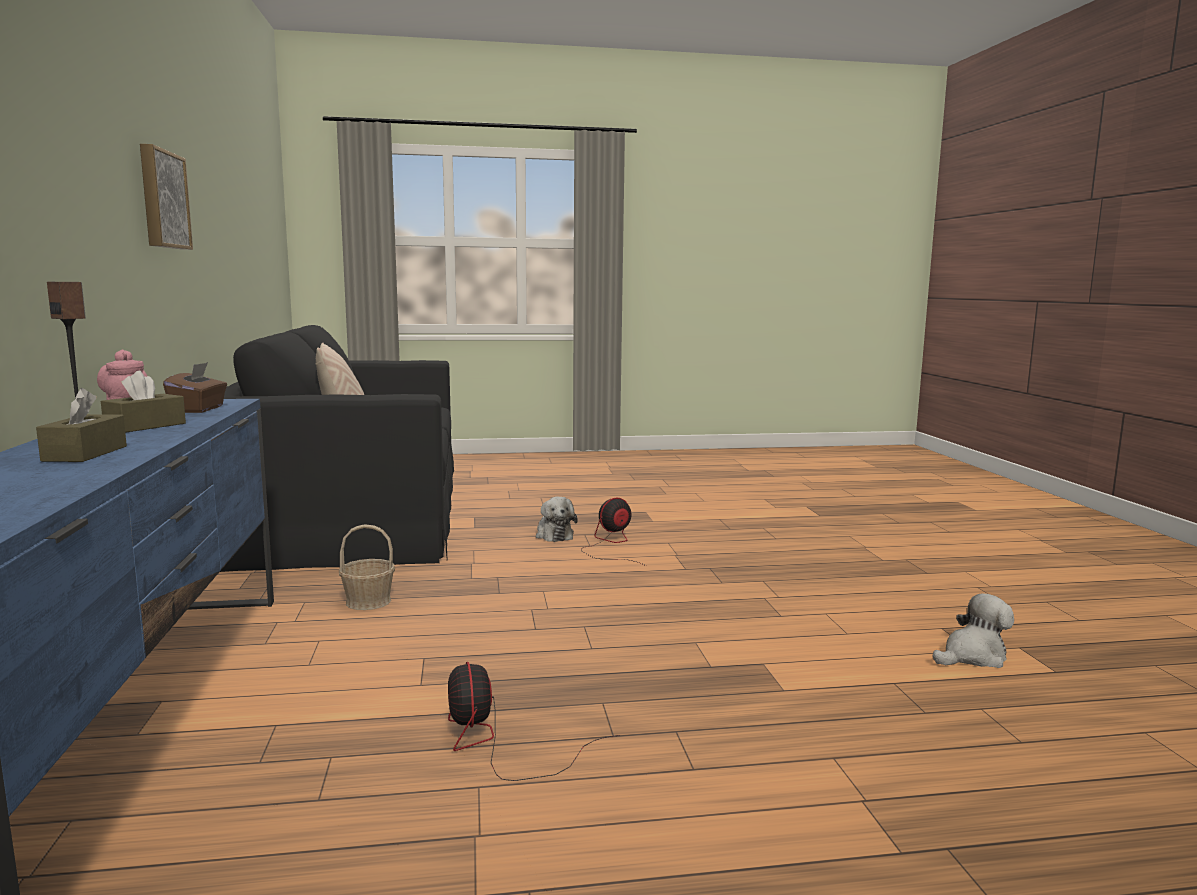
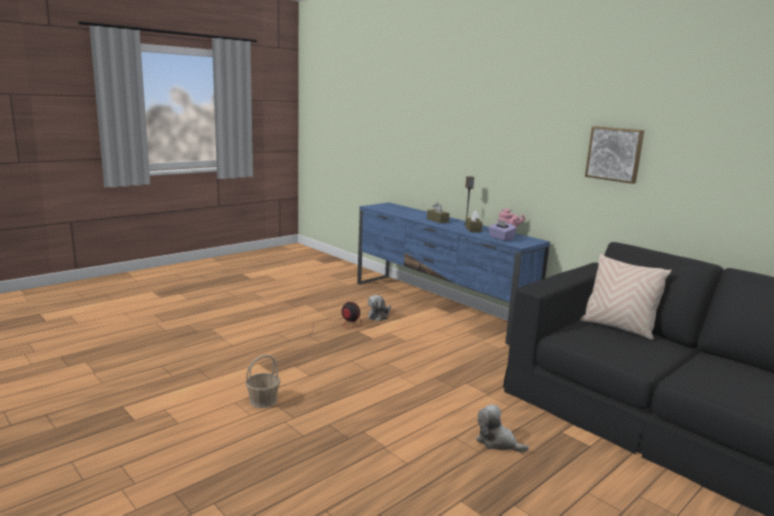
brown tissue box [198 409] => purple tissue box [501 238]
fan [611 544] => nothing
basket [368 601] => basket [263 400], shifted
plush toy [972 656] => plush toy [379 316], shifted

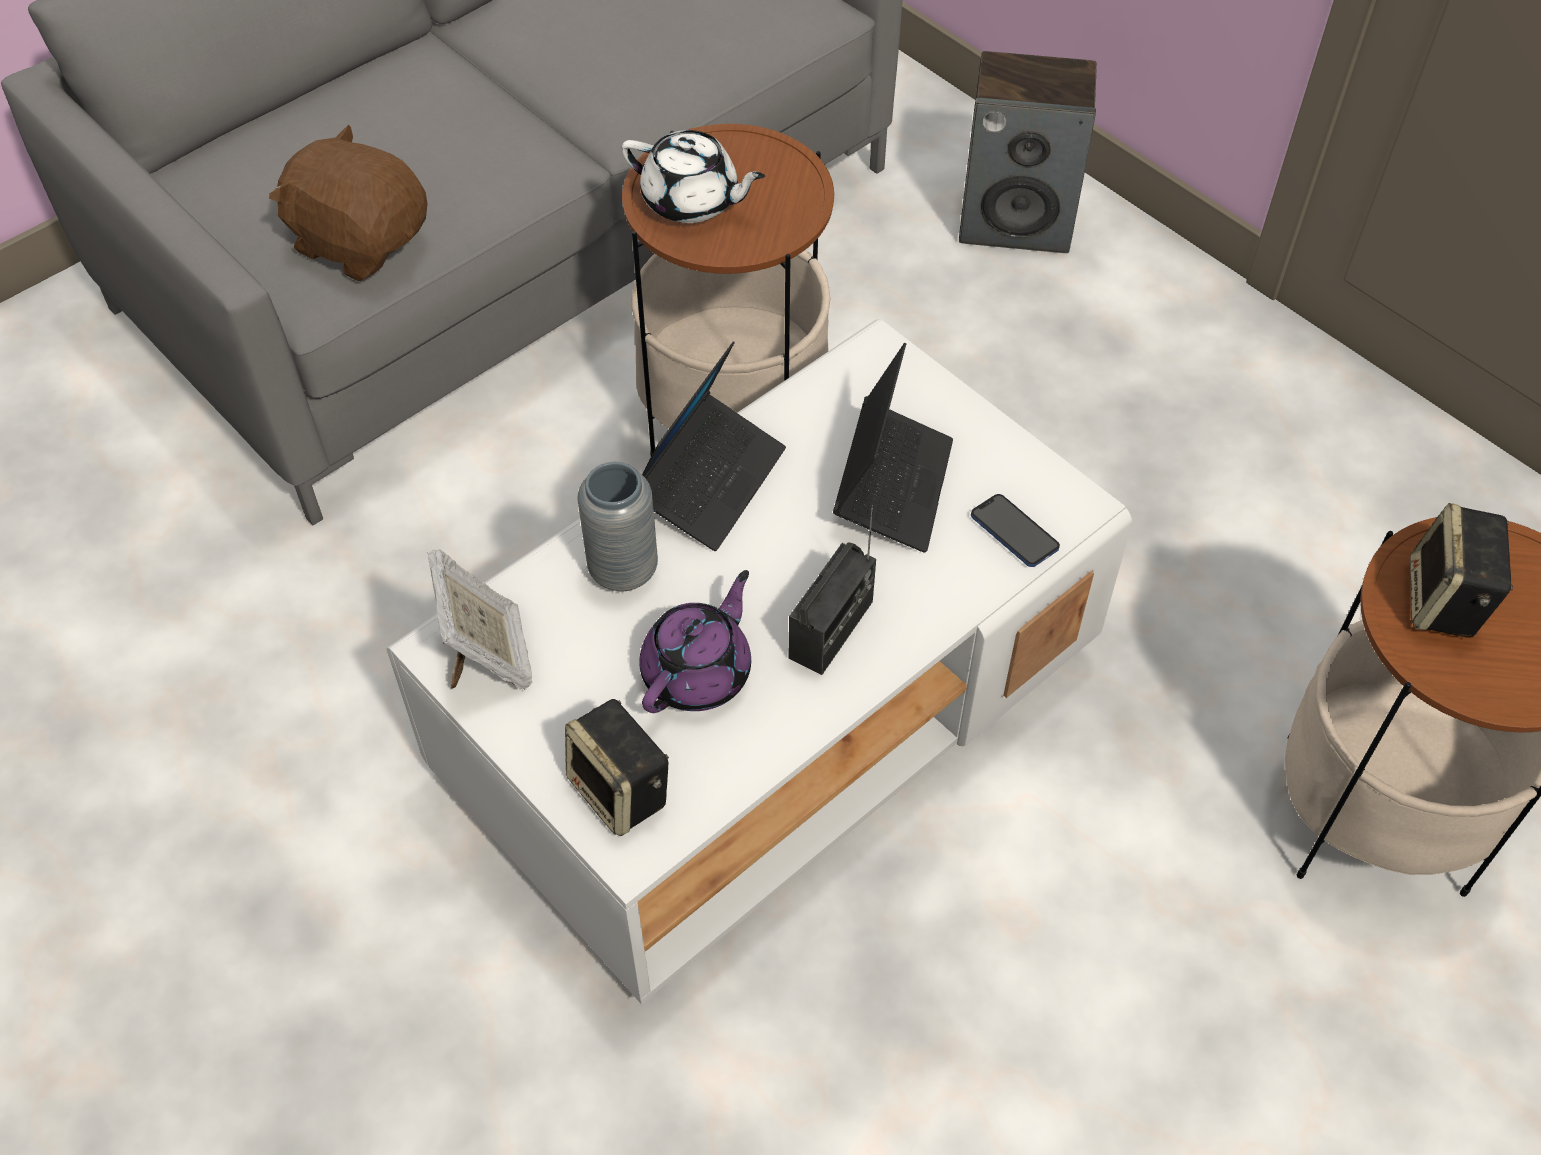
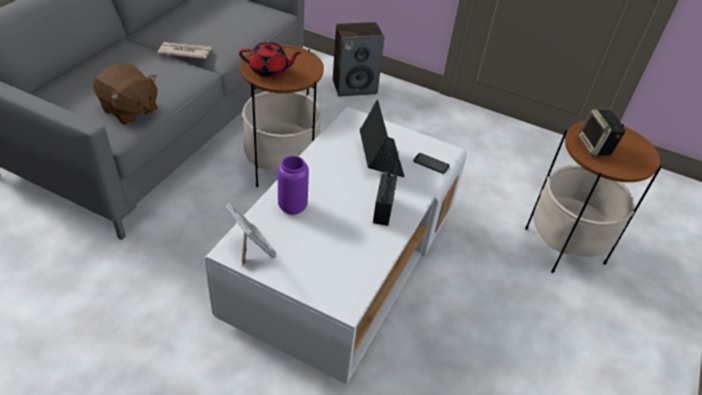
brown plush toy [361 241] => brown plush toy [129 110], 150 degrees counterclockwise
white teapot [692 201] => red teapot [269 70]
laptop [710 481] => nothing
grey vase [623 570] => purple vase [292 207]
purple teapot [698 672] => nothing
speaker [622 791] => nothing
nothing => newspaper [184 52]

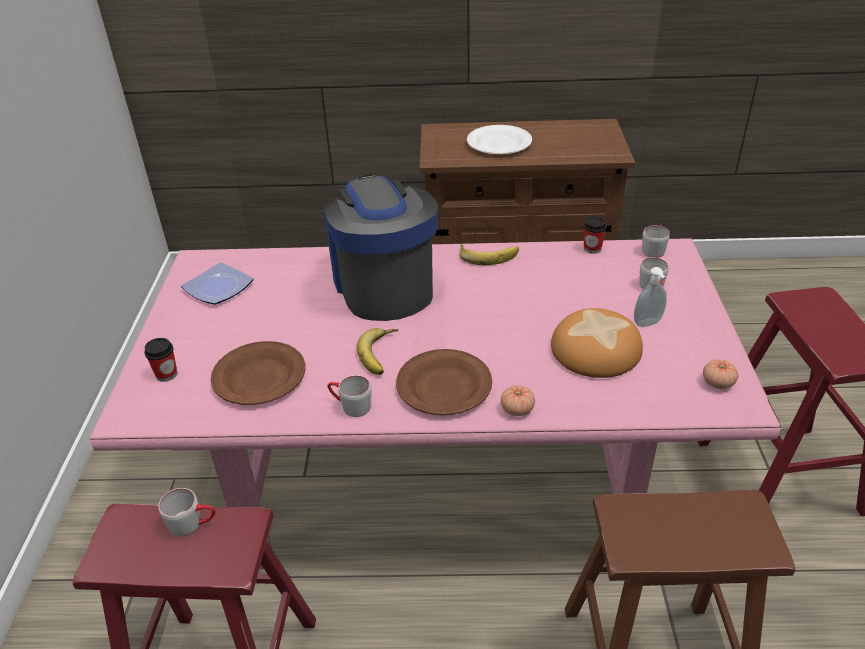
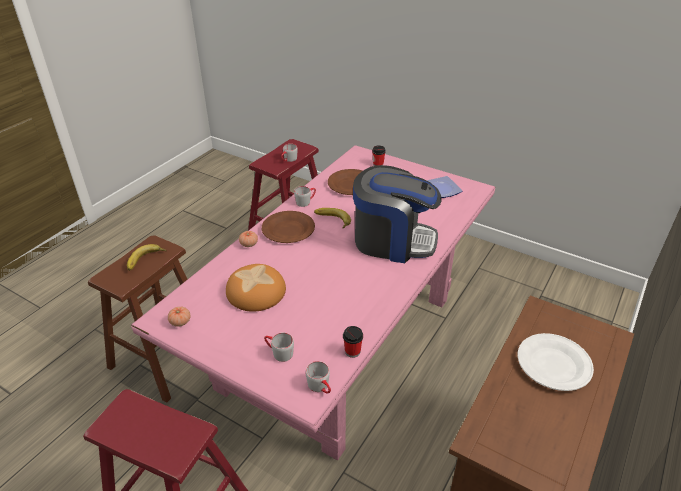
banana [488 255] => banana [146 260], shifted
soap dispenser [648 324] => nothing

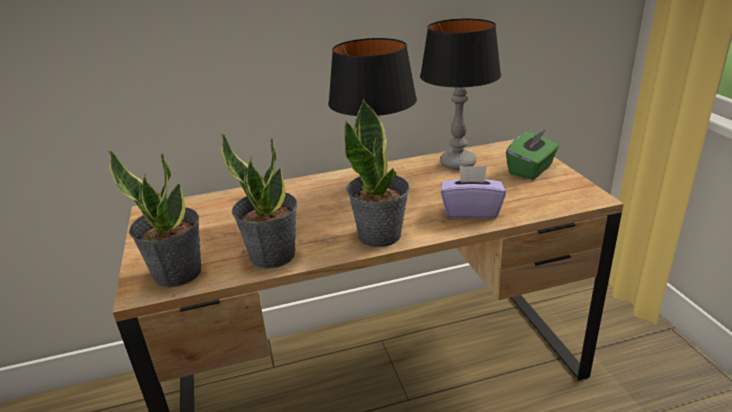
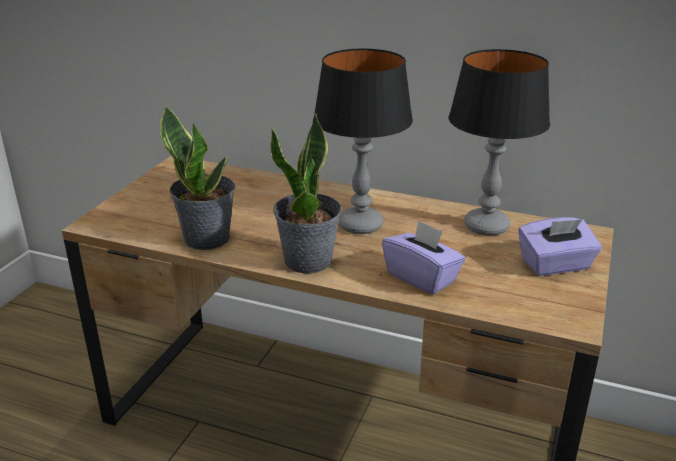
green tissue box [531 169] => purple tissue box [555 265]
potted plant [177 272] => nothing

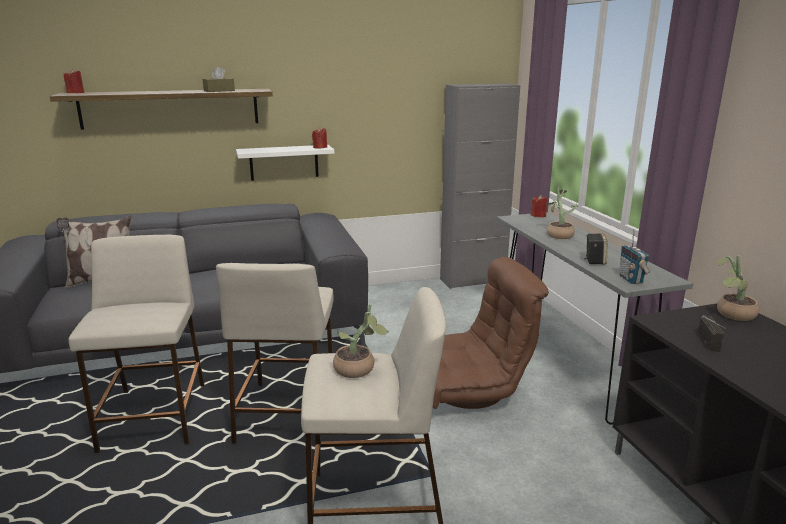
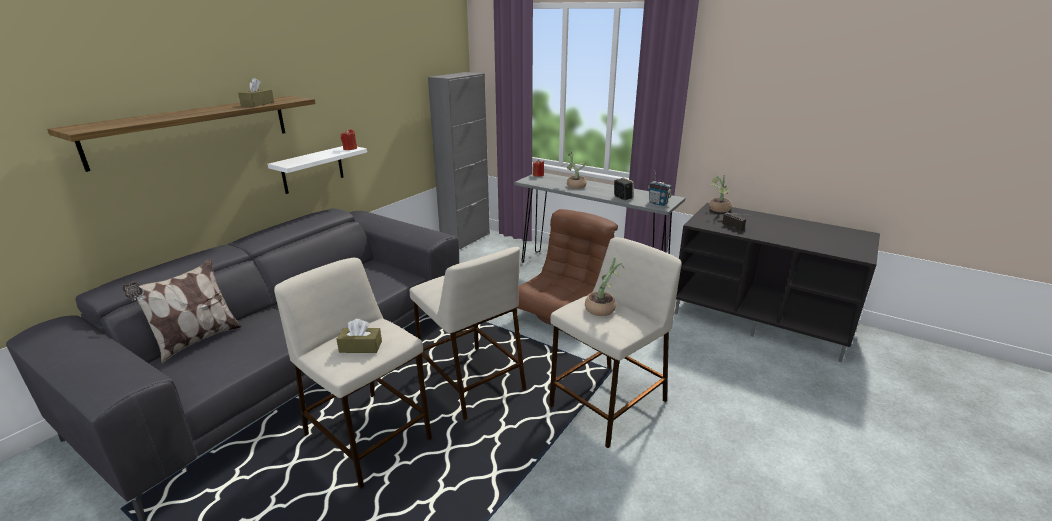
red candle [75 93] => nothing
nothing => brown tissue box [360 347]

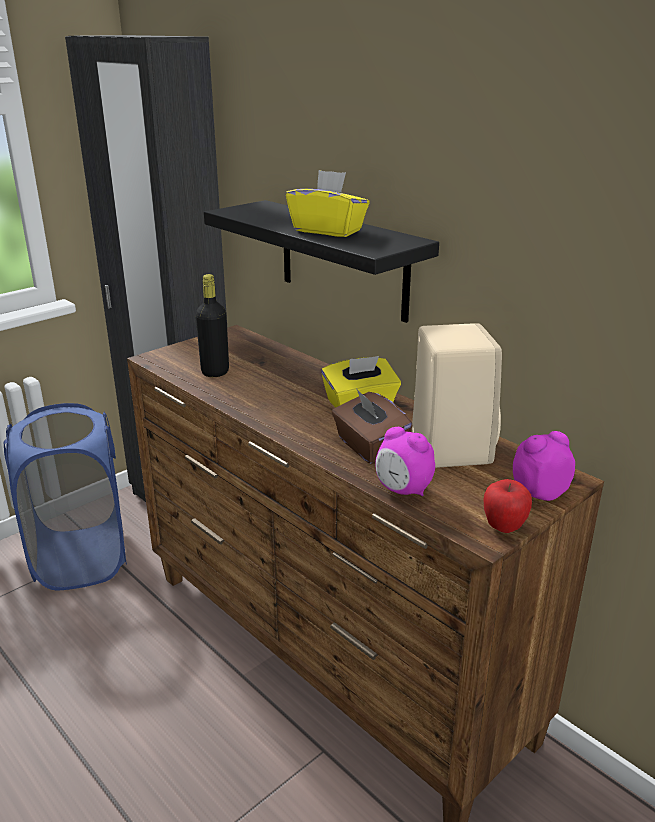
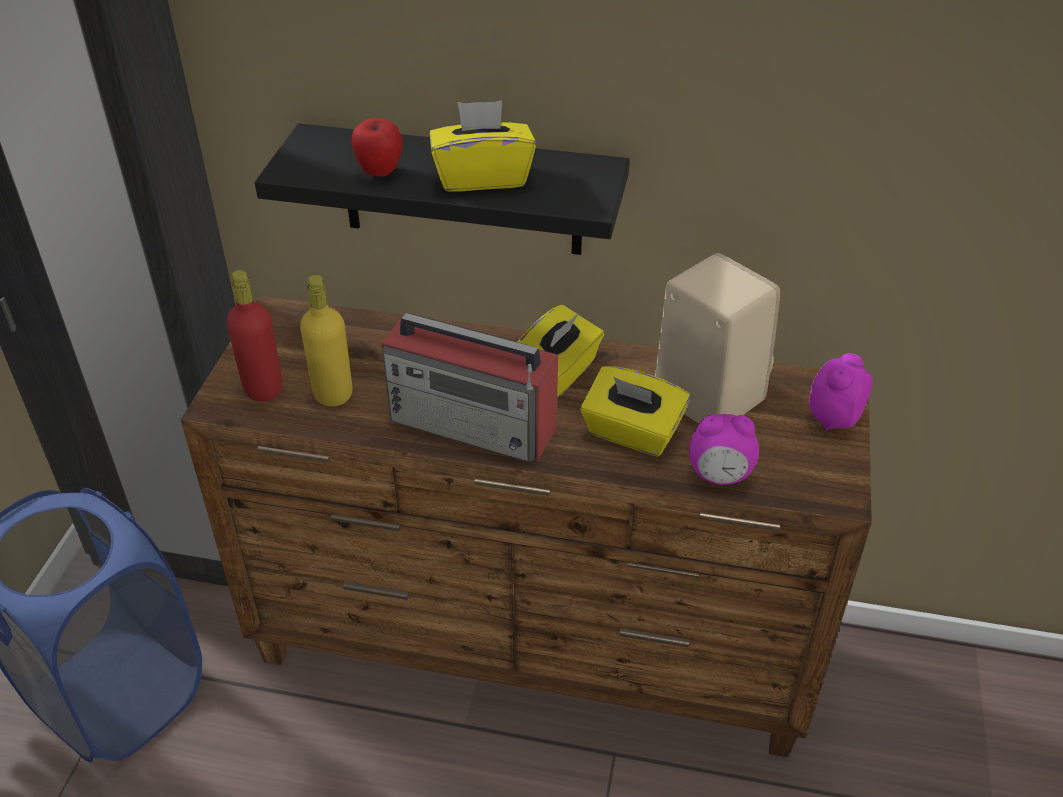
black bottle [215 372] => yellow bottle [333 394]
brown tissue box [369 447] => yellow tissue box [632 433]
apple [504 527] => apple [380 172], shifted
nothing => red bottle [263 389]
nothing => radio [474 424]

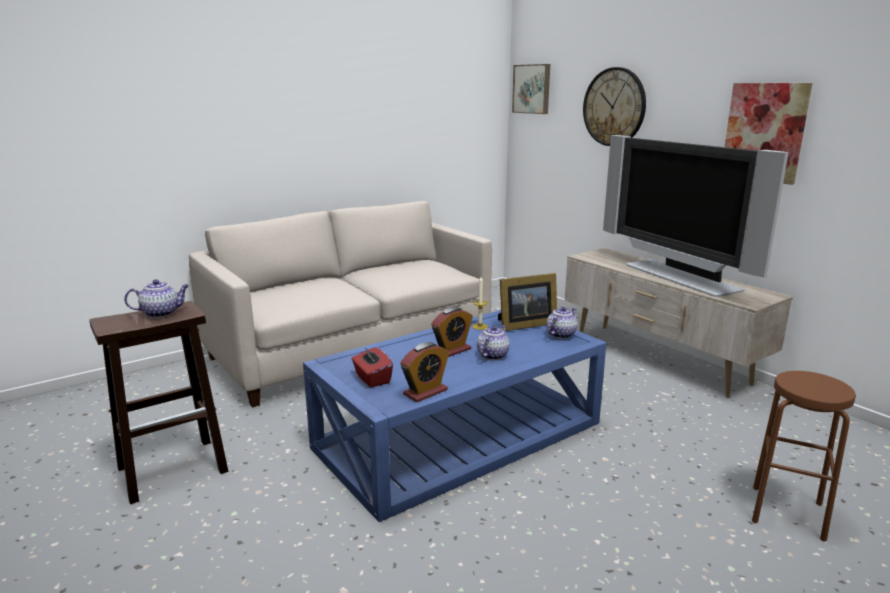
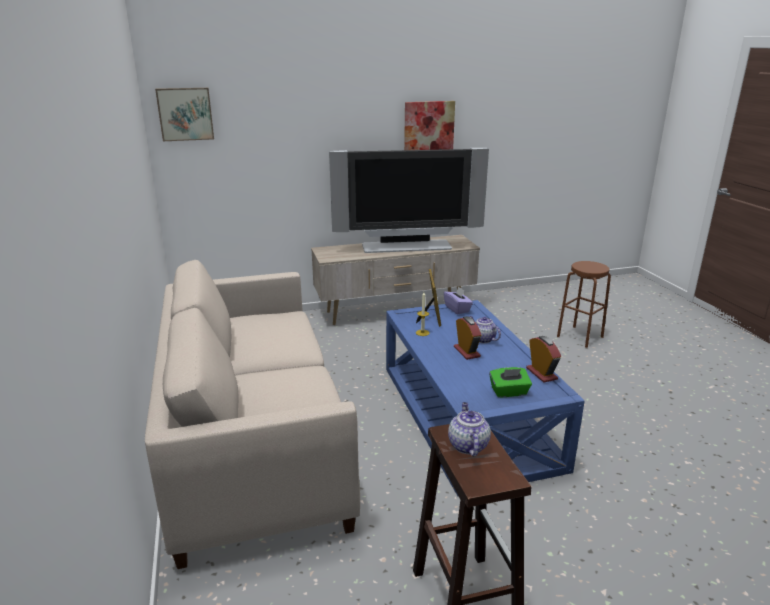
wall clock [614 107] => nothing
teapot [561 334] => purple tissue box [457 309]
red tissue box [372 379] => green tissue box [509 392]

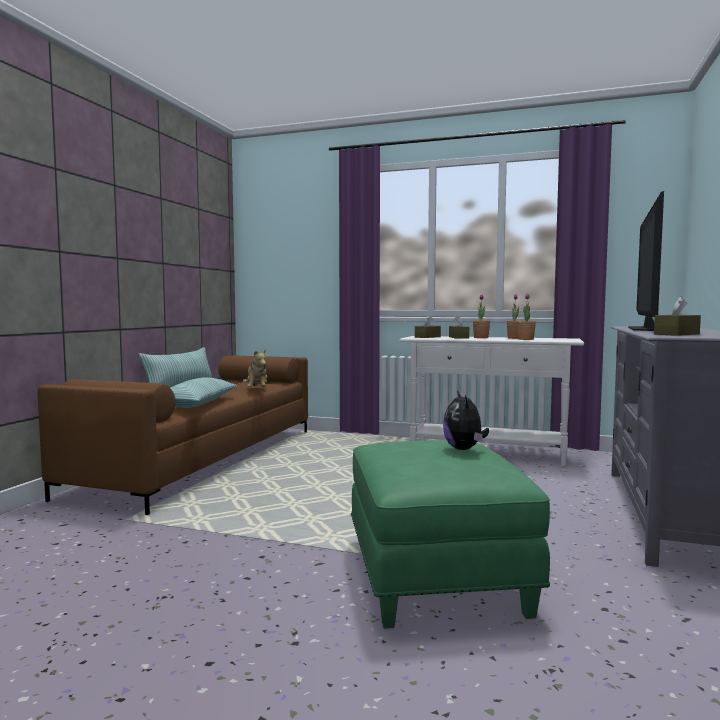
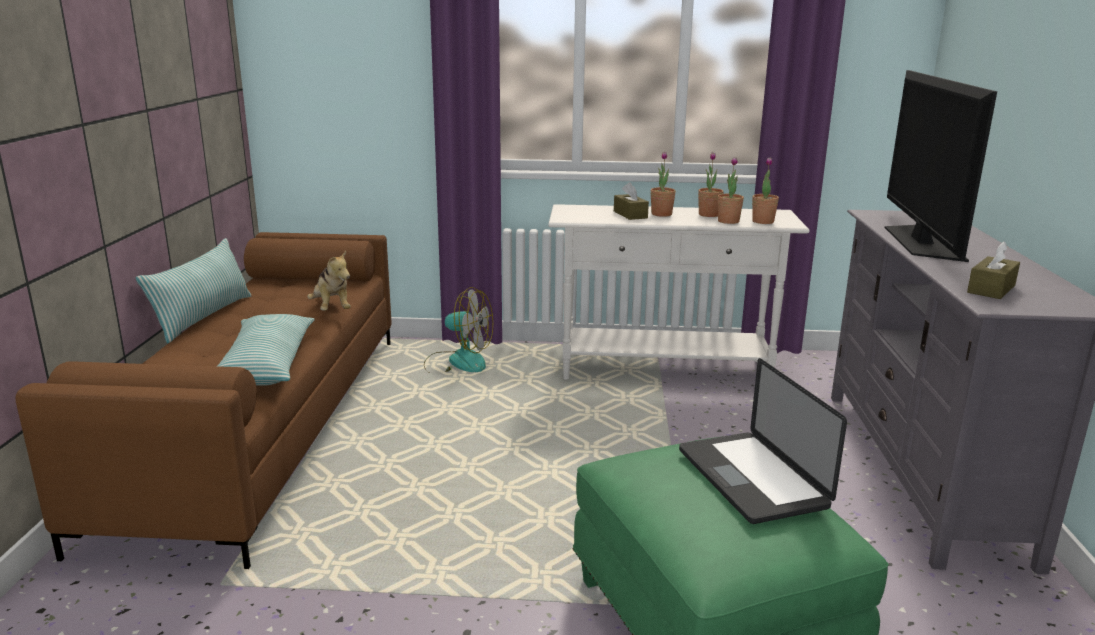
brown tissue box [427 337] => nothing
plush toy [464 449] => laptop [751 478]
nothing => potted plant [763 221]
nothing => fan [457 362]

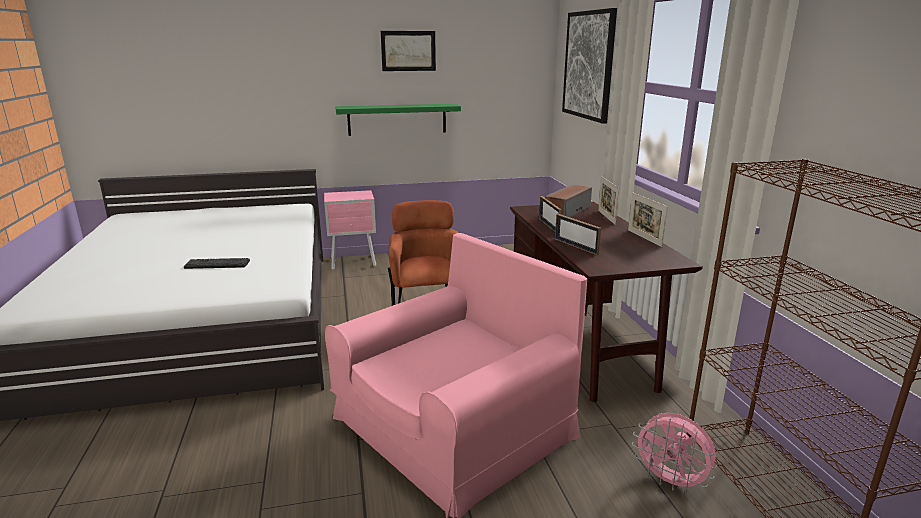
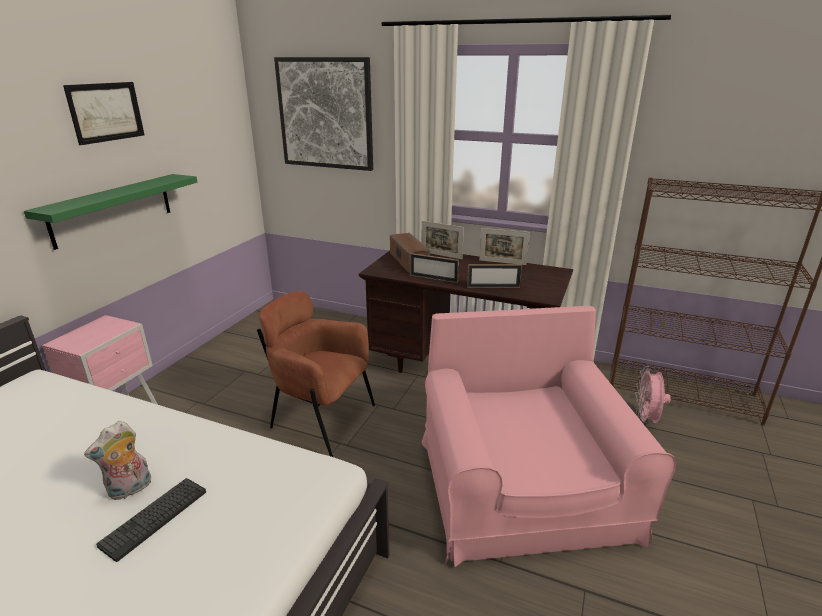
pink fan [670 482] => pink fan [645 420], 120 degrees clockwise
nothing => plush toy [130 490]

